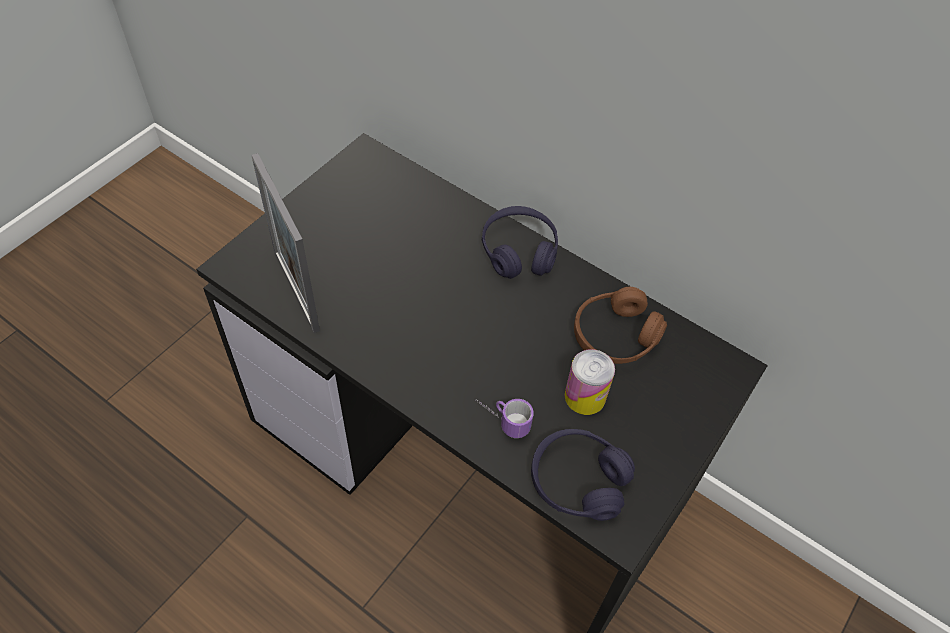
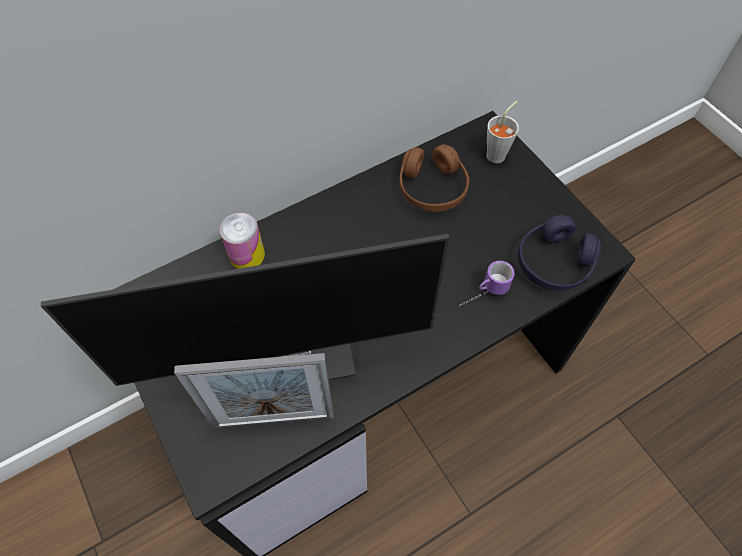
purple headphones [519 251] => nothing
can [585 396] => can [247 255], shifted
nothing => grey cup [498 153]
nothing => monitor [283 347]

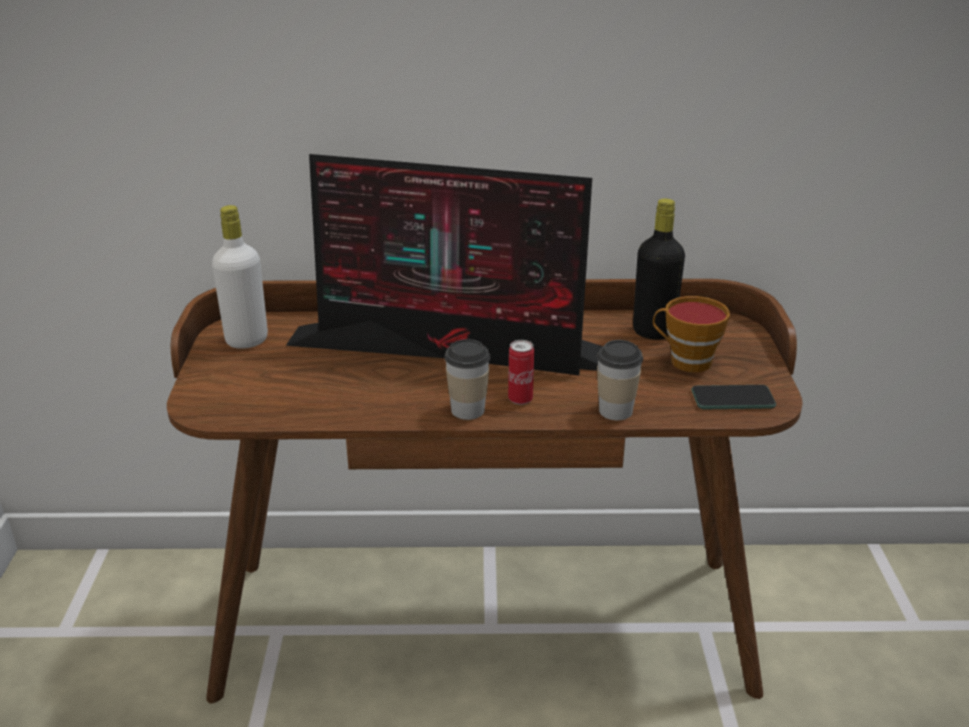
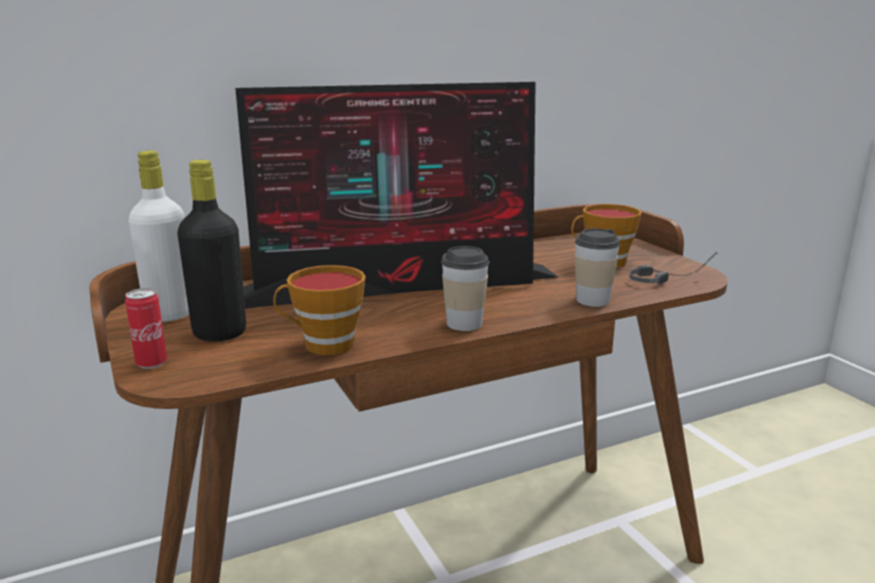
black bottle [653 332] => black bottle [220 333], shifted
can [520 399] => can [151 363], shifted
phone [732 399] => headphones [669 277]
nothing => cup [323 345]

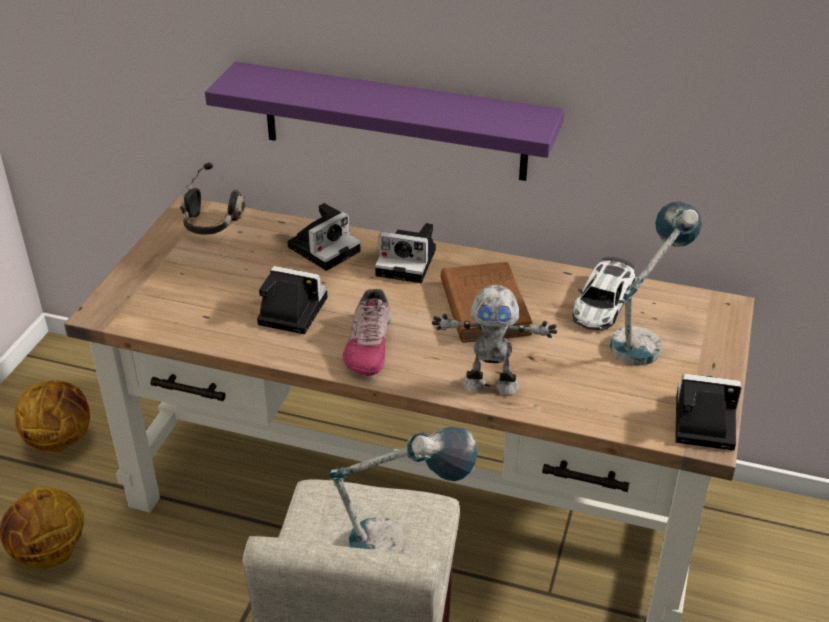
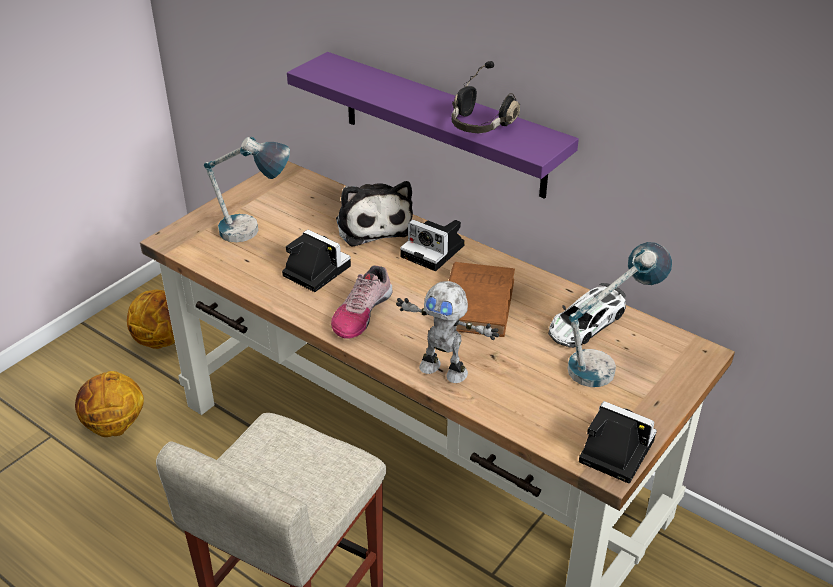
black headphones [211 224] => black headphones [480 125], shifted
photo camera [325 247] => plush toy [373 224]
table lamp [402 546] => table lamp [254 234], shifted

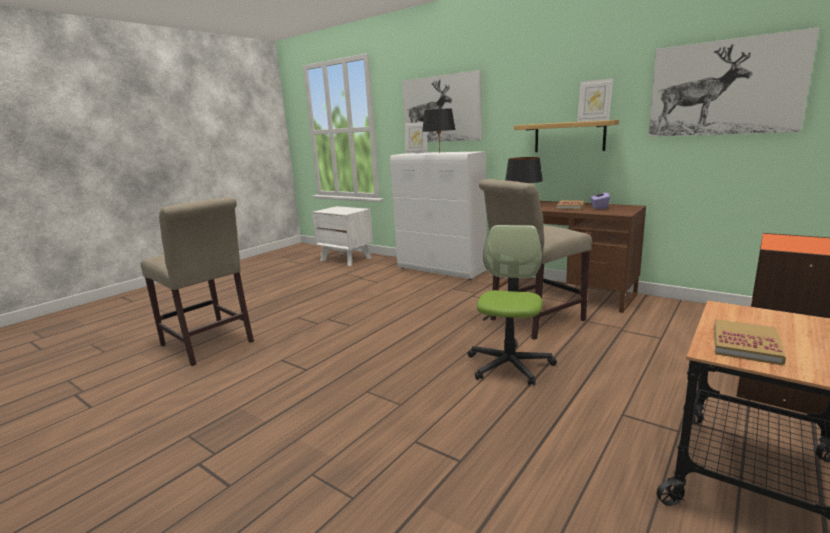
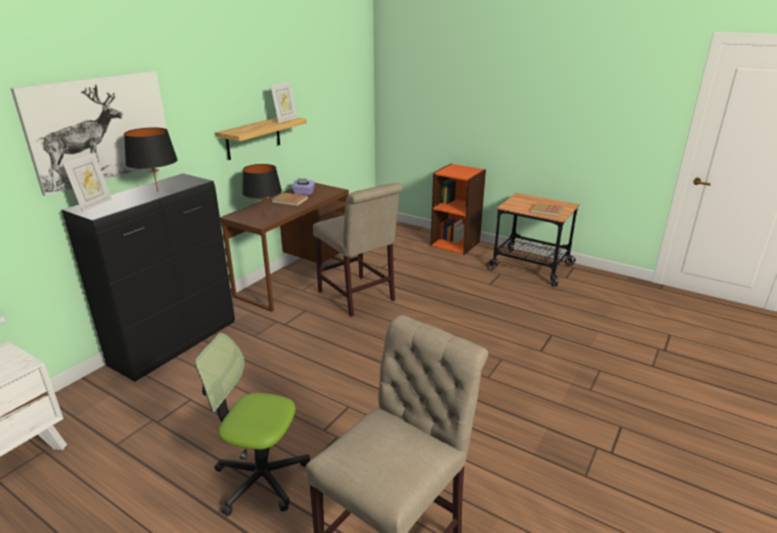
picture [724 88] => nothing
white cabinet [441 270] => black cabinet [176 344]
office chair [509 365] => office chair [261 477], shifted

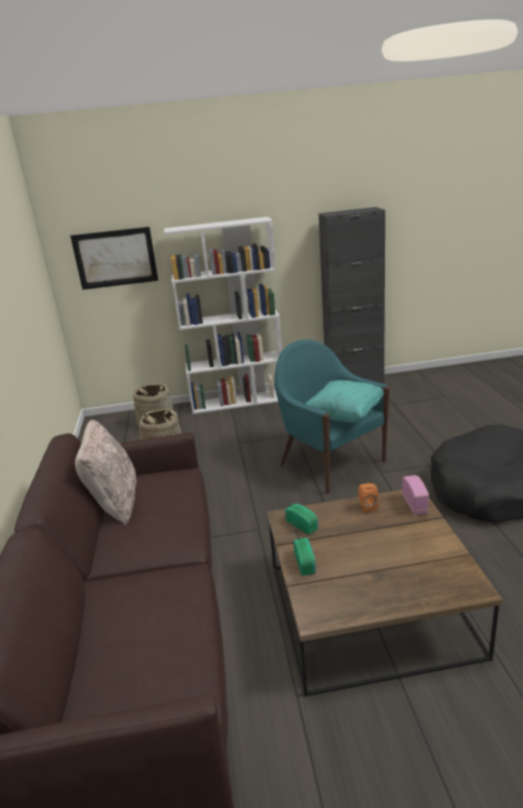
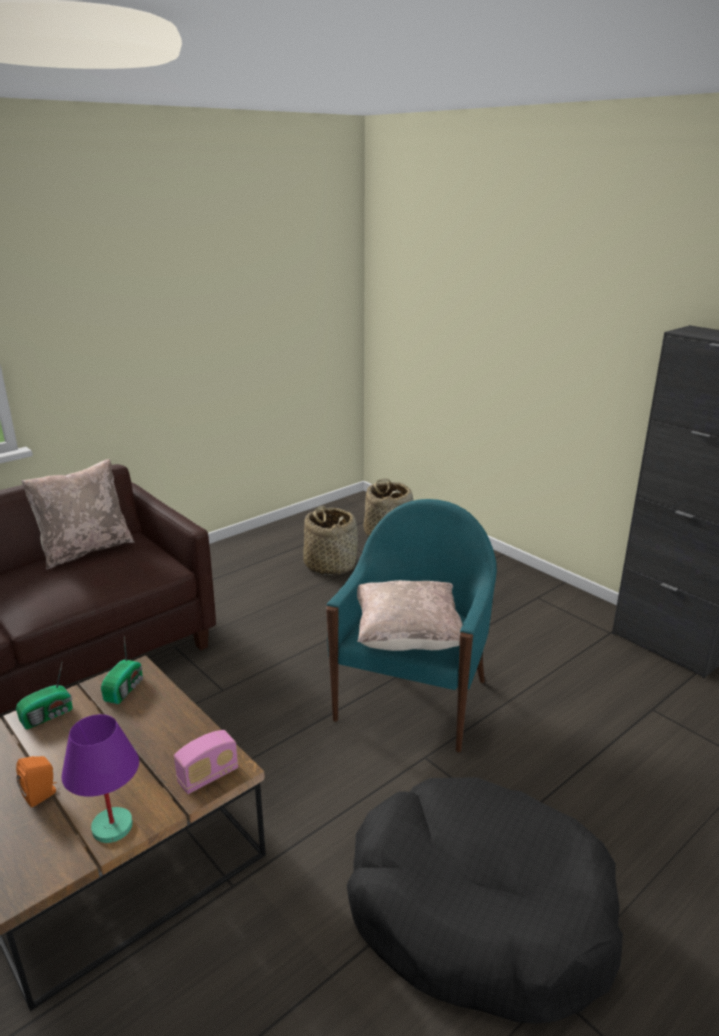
white bookcase [238 401] => nothing
picture [115 258] => nothing
turquoise pillow [344 416] => beige pillow [407 638]
orange speaker [367 507] => orange speaker [42 795], shifted
nothing => purple table lamp [111 827]

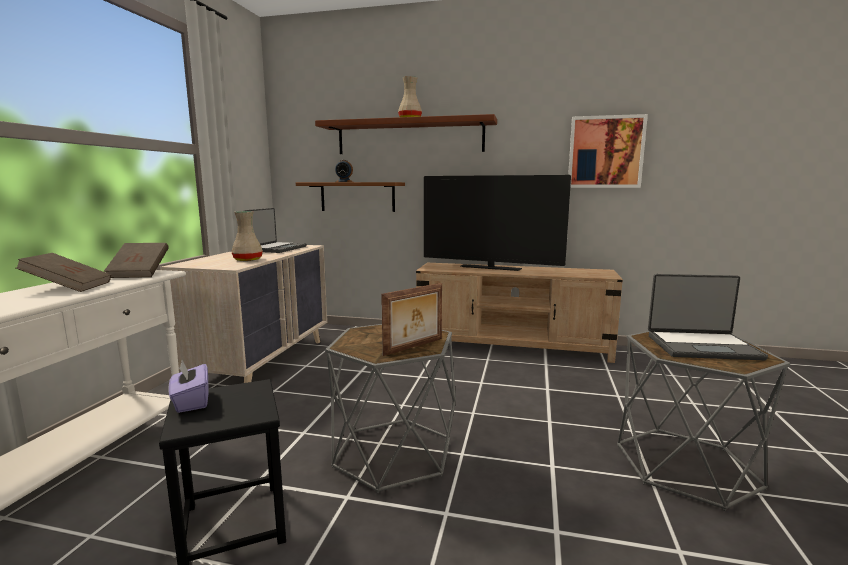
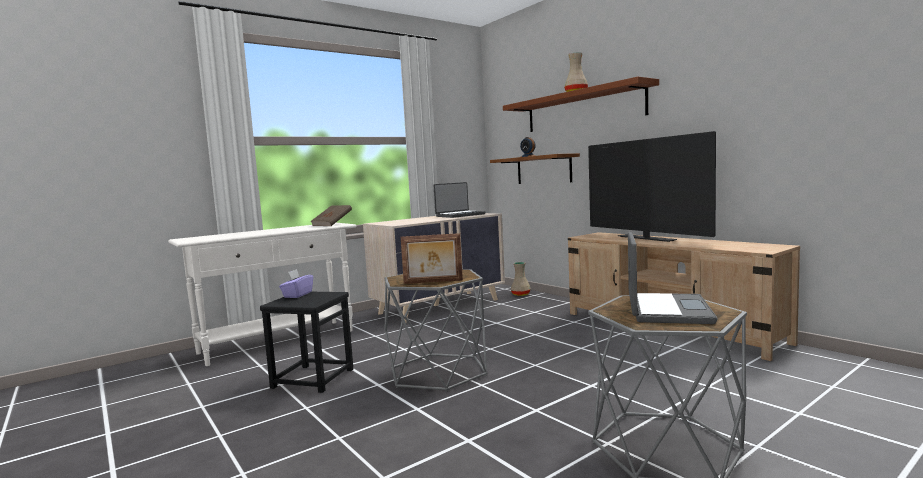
picture [605 152] => nothing
beige vase [248 259] => beige vase [521 294], shifted
brown book [69 287] => nothing
laptop [701 346] => laptop [666 310], 120 degrees counterclockwise

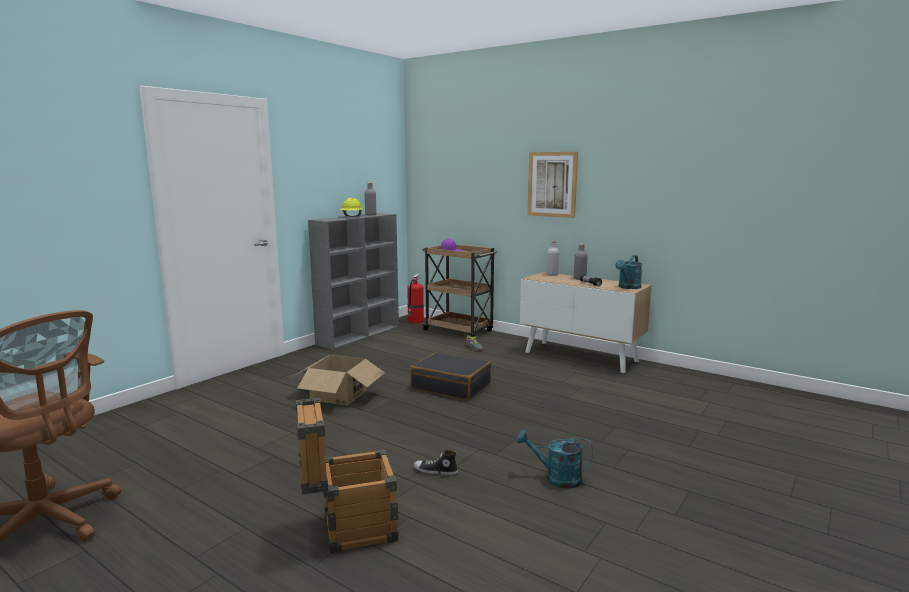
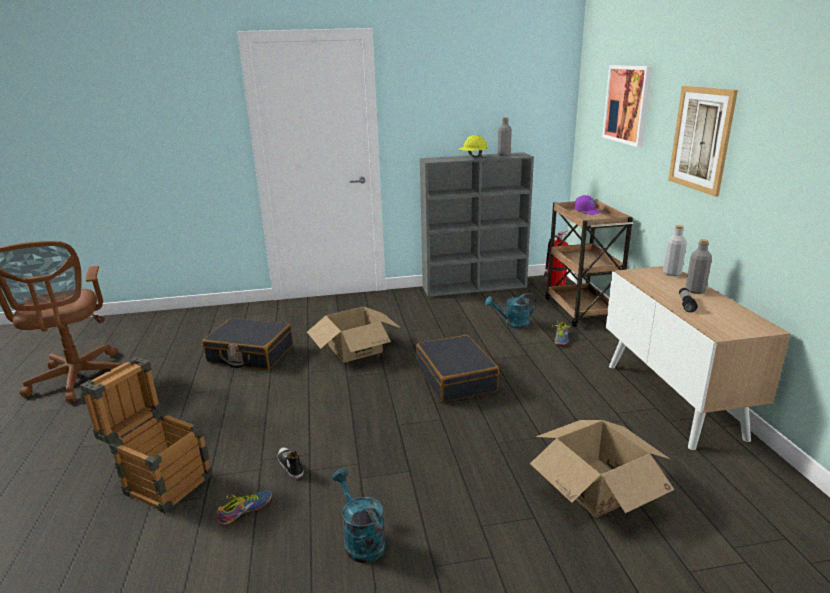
turquoise watering can [628 287] => turquoise watering can [512 324], shifted
nothing => picture [627 104]
nothing => black suitcase [250 354]
nothing => cardboard box [597 487]
nothing => shoe [246 511]

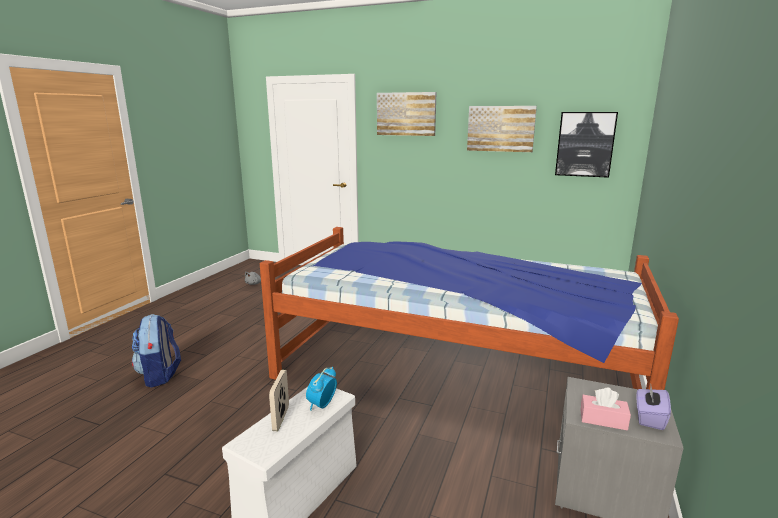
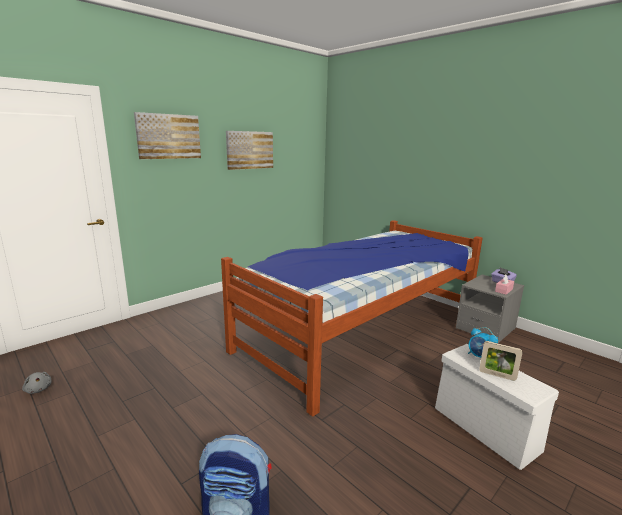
picture [585 144] => nothing

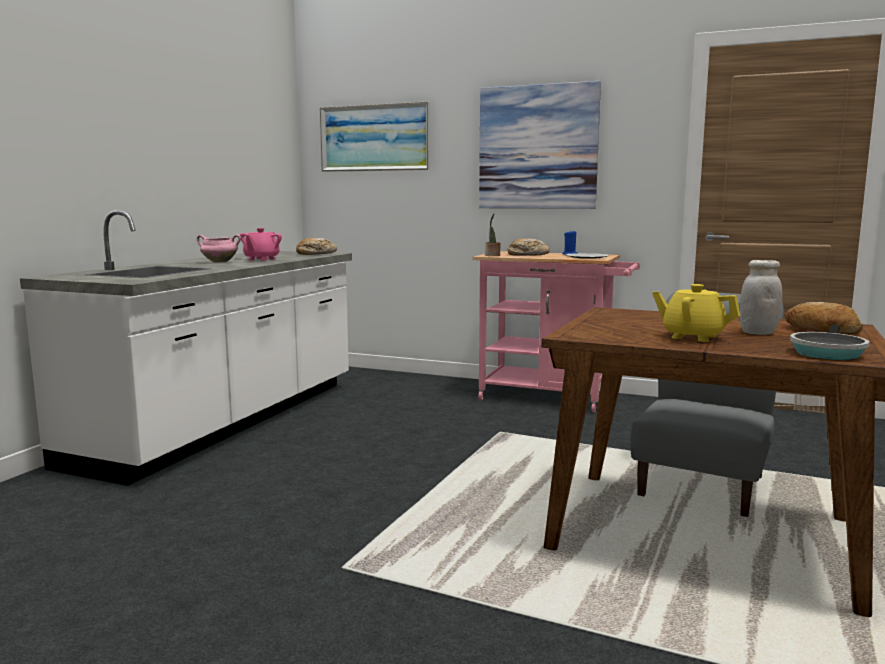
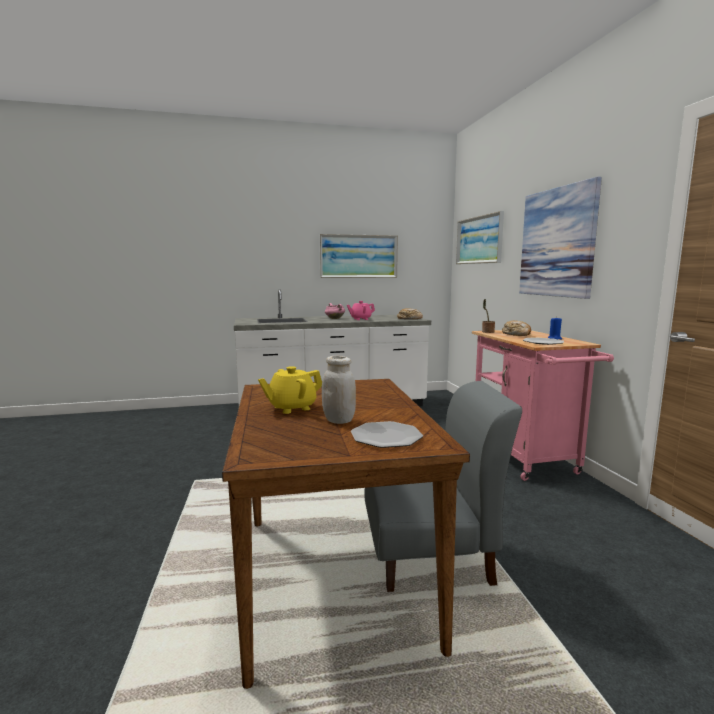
yellow teapot [693 337] => yellow teapot [291 408], 120 degrees counterclockwise
bread [821 330] => plate [386 436]
frying pan [826 352] => nothing
nothing => picture [358 256]

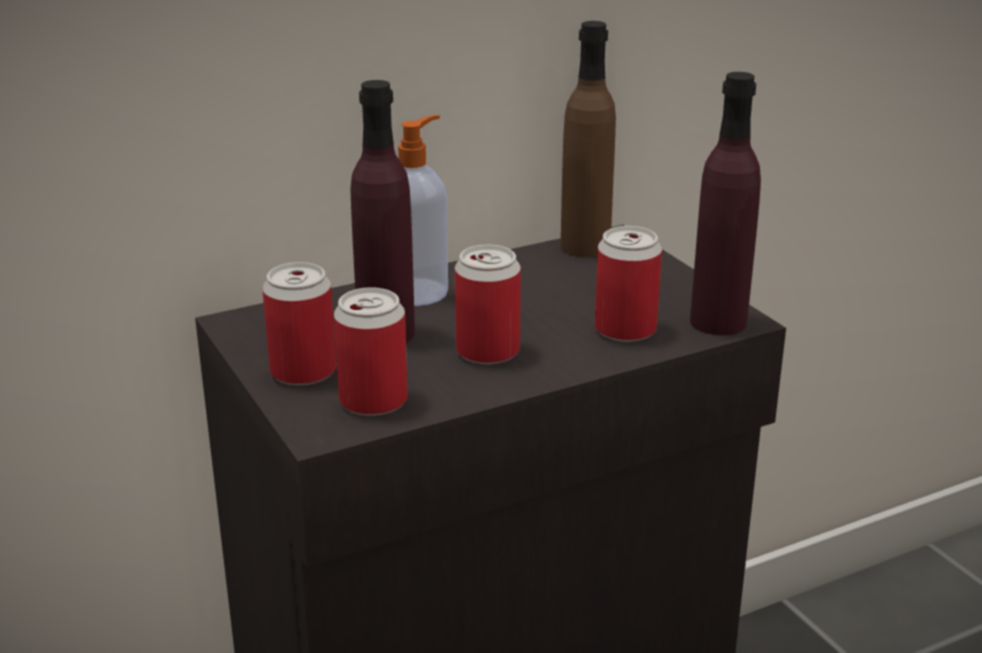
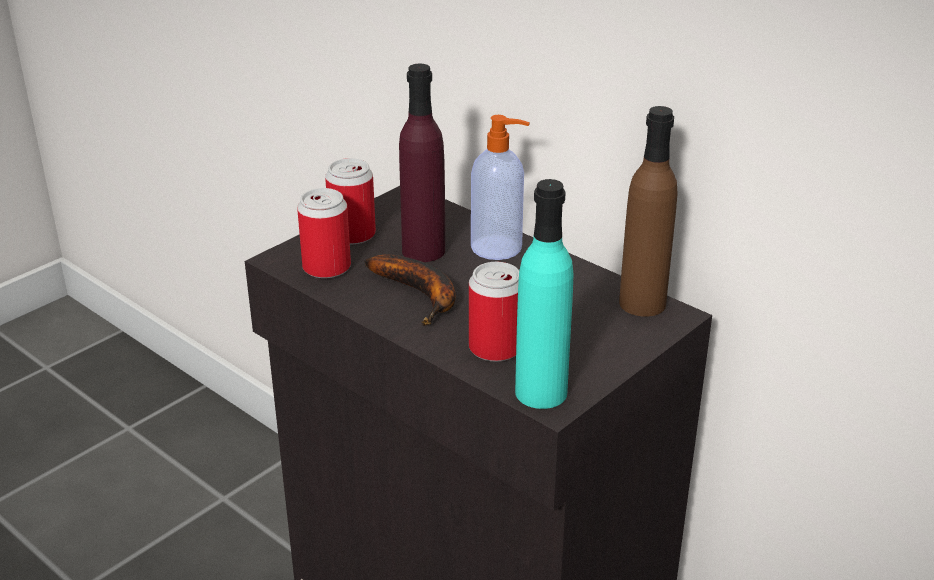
purple bottle [718 322] => turquoise bottle [541 392]
can [487 351] => banana [421 295]

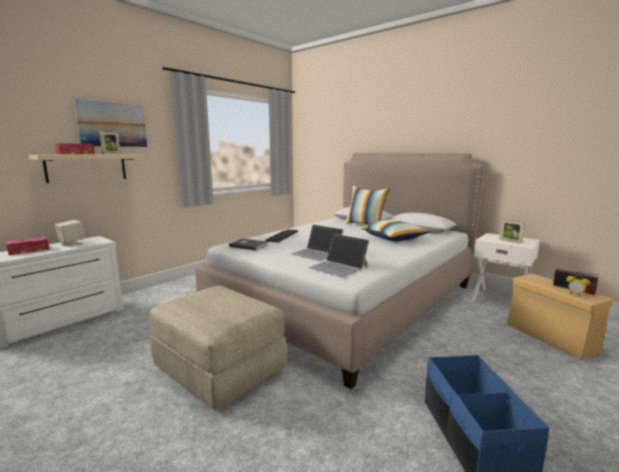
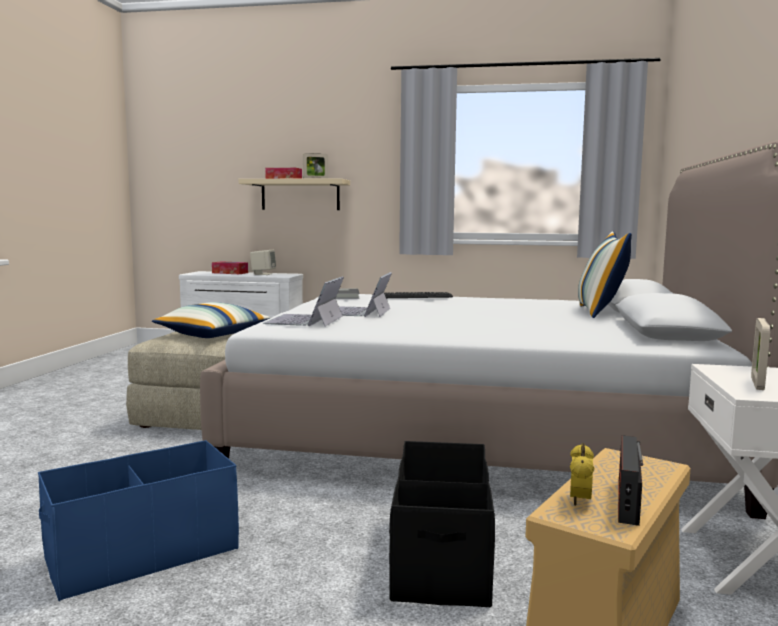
picture [113 124] => nothing
pillow [393 238] => pillow [212 334], shifted
nothing => black storage box [440 557]

